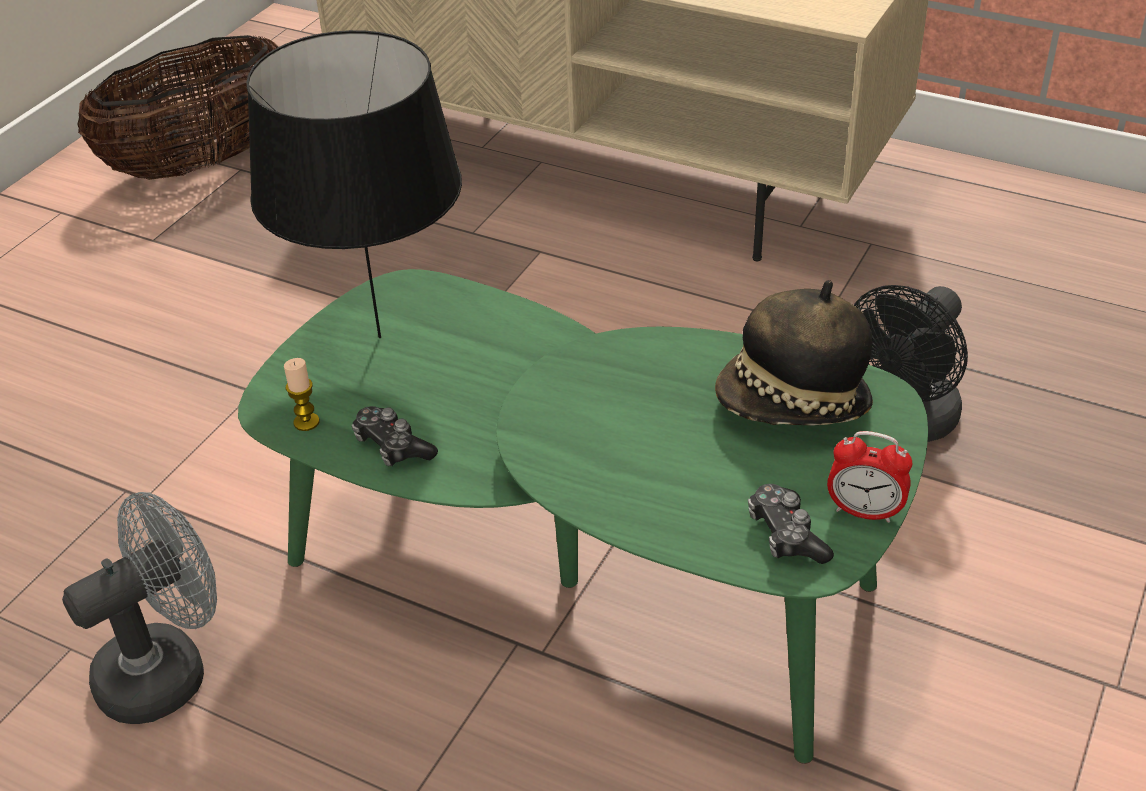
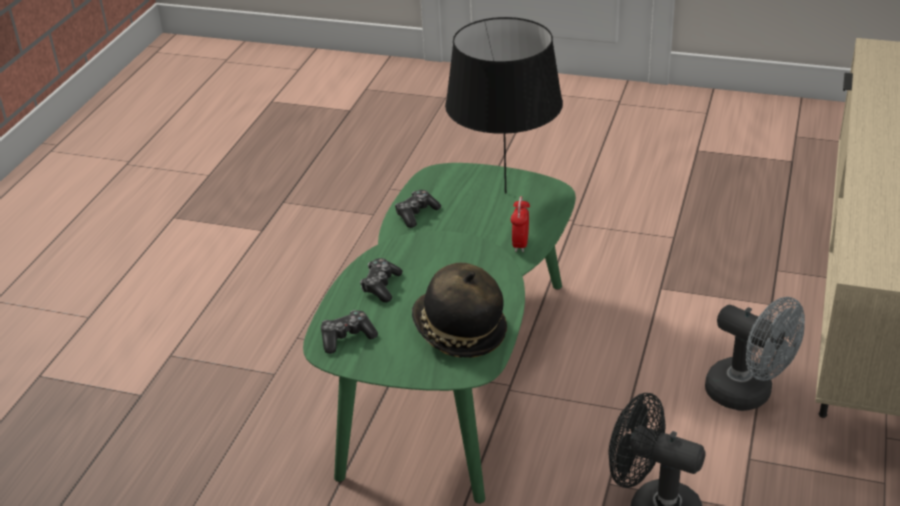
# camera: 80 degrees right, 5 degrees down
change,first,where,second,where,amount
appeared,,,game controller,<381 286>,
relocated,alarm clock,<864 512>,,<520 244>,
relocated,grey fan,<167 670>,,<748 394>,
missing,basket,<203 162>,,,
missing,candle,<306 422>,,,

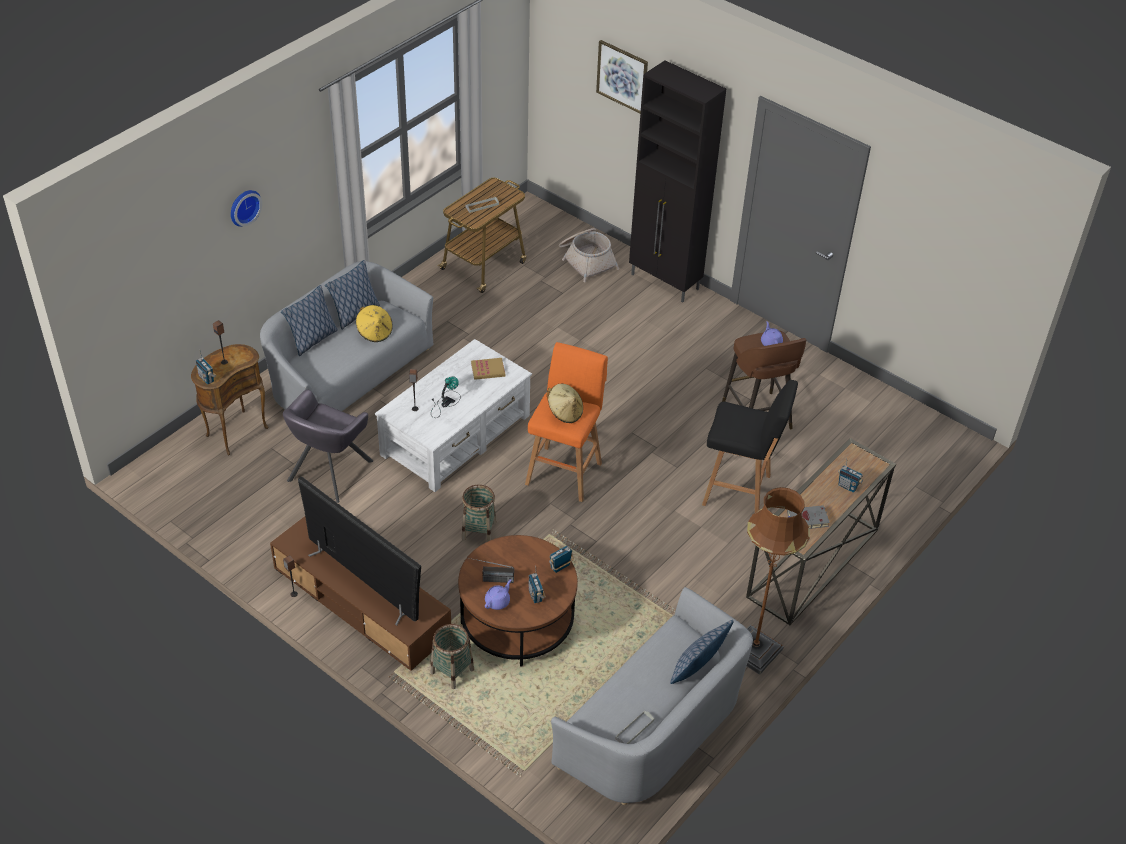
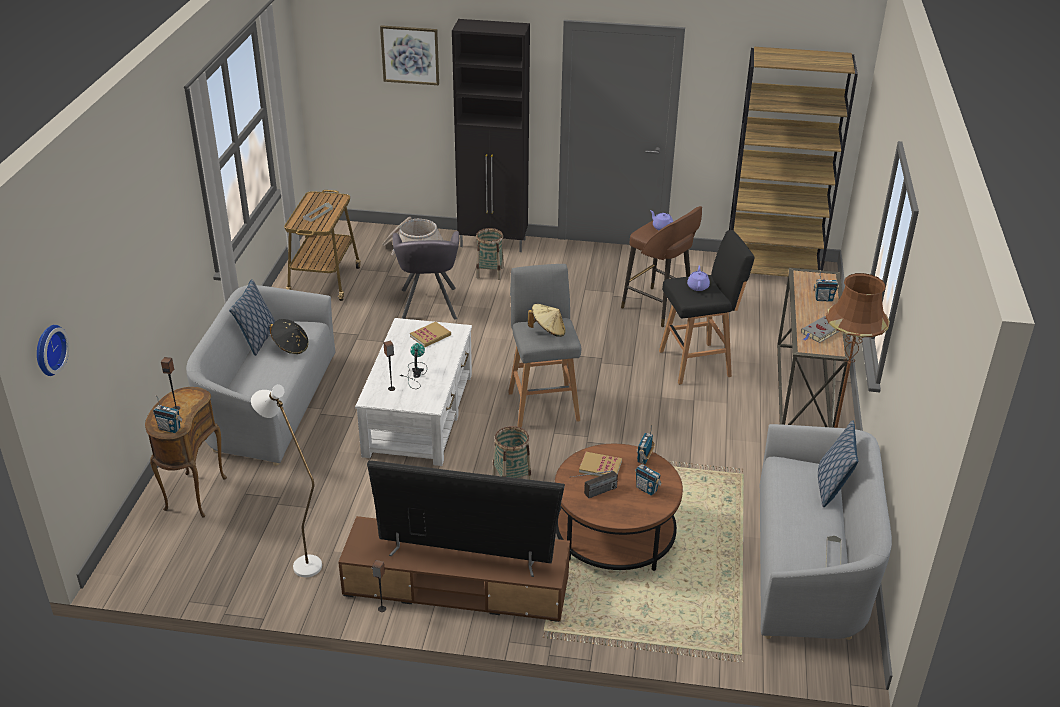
# camera: 30 degrees left, 10 degrees down
change,first,where,second,where,amount
relocated,wall clock,<243 206>,,<48 349>,
appeared,,,white floor lamp,<300 561>,
colour,yellow hat,<374 332>,black hat,<291 347>,
relocated,grey armchair,<329 471>,,<428 304>,
relocated,basket,<452 671>,,<489 272>,
colour,orange stool,<564 471>,grey stool,<543 404>,
appeared,,,book,<600 467>,
relocated,purple teapot,<498 601>,,<698 286>,
appeared,,,brown bookcase,<772 269>,
missing,pillow,<312 340>,,,

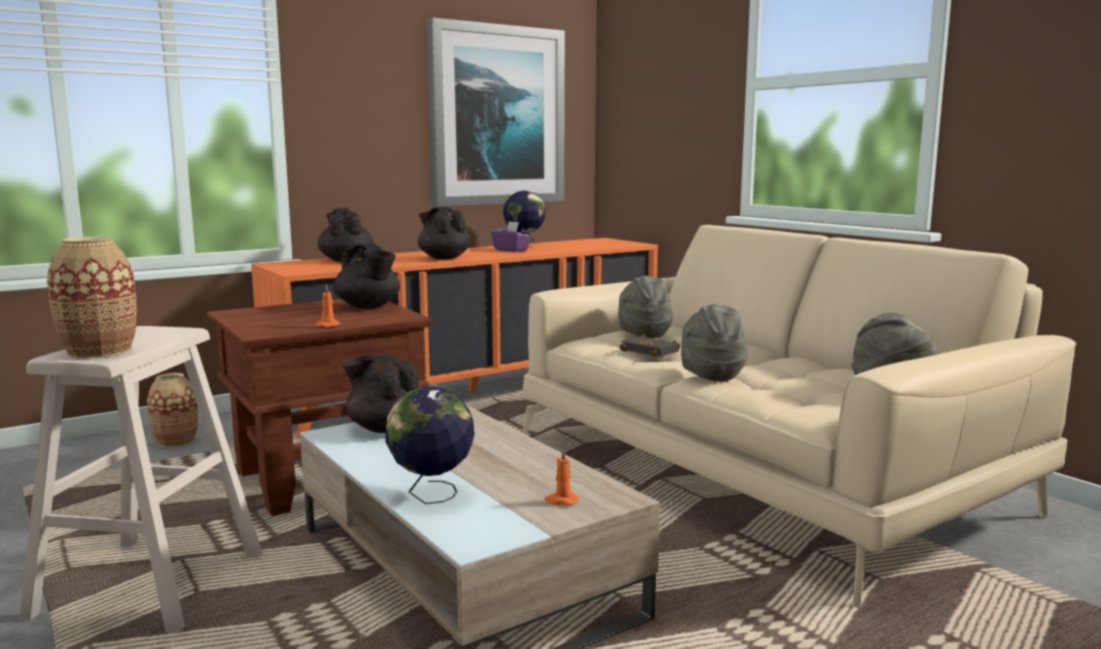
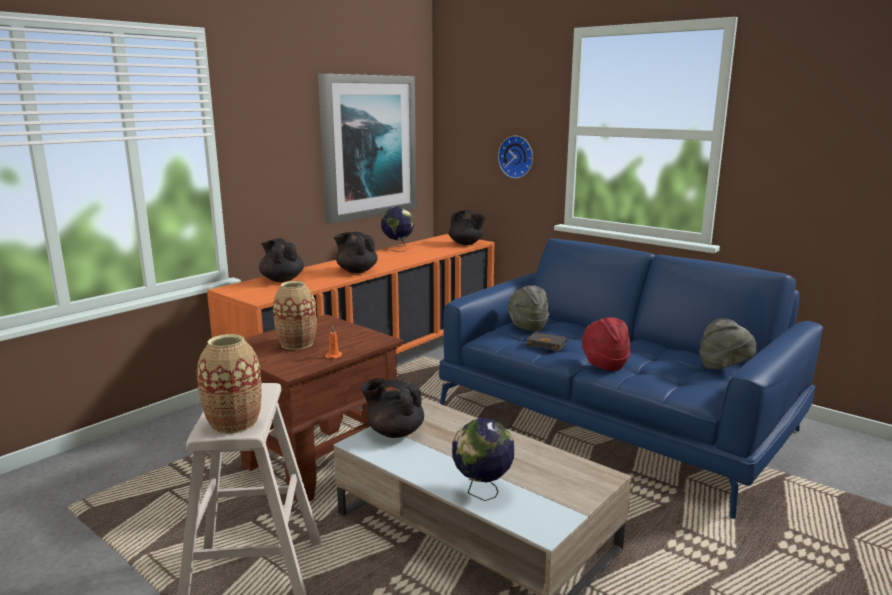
# camera: 15 degrees left, 5 degrees up
change,first,where,second,where,amount
relocated,vase,<176 441>,,<297 344>,
colour,beige sofa,<758 475>,blue sofa,<616 421>,
relocated,black teapot,<368 307>,,<466 244>,
appeared,,,wall clock,<517 156>,
colour,grey hat,<710 374>,red hat,<604 364>,
missing,purple tissue box,<511 250>,,,
missing,orange candle,<561 501>,,,

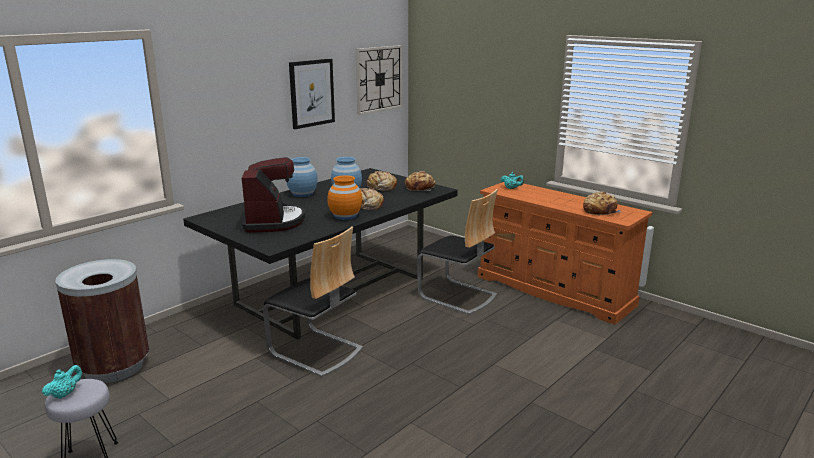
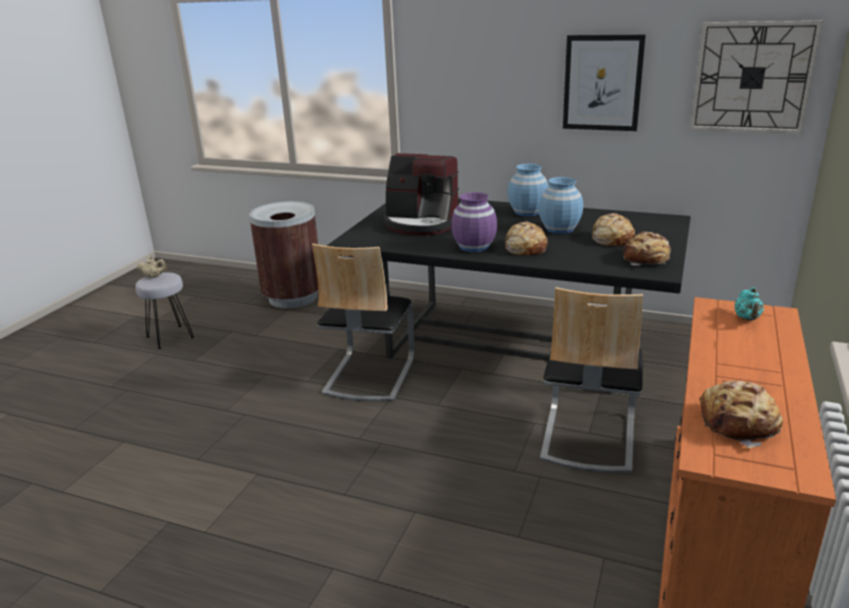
# camera: 70 degrees right, 5 degrees up
change,first,where,second,where,amount
colour,turquoise teapot,<65 394>,beige teapot,<154 277>,
spun,coffee machine,<273 221>,,<421 223>,45 degrees clockwise
colour,orange vase,<345 216>,purple vase,<474 246>,

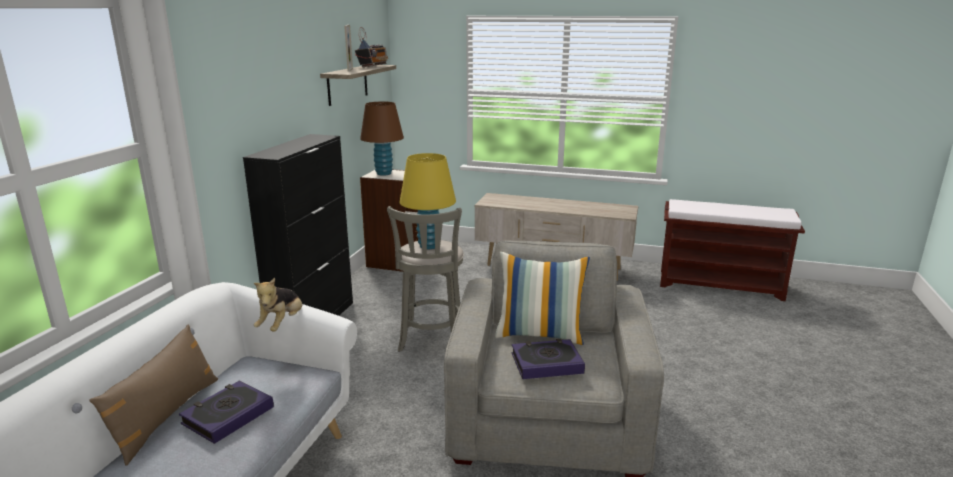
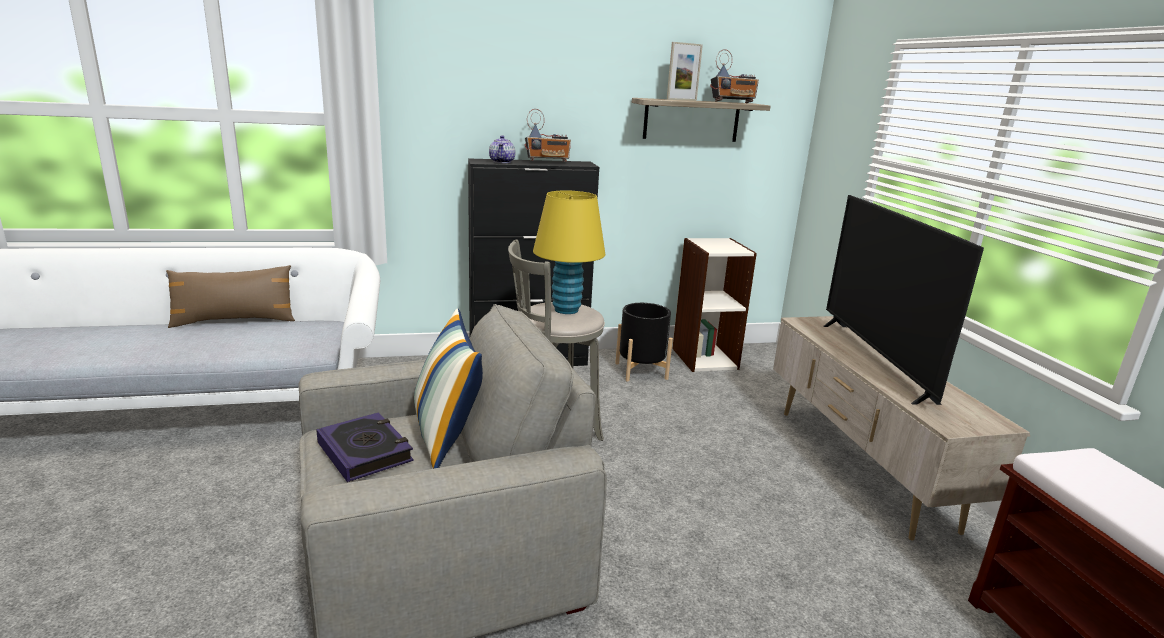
# camera: 60 degrees right, 0 degrees up
change,first,where,second,where,amount
appeared,,,teapot,<502 162>,
appeared,,,radio,<548 162>,
appeared,,,black planter,<641 371>,
appeared,,,television,<874 360>,
missing,book,<228 416>,,,
missing,plush toy,<282 324>,,,
missing,brown table lamp,<384 173>,,,

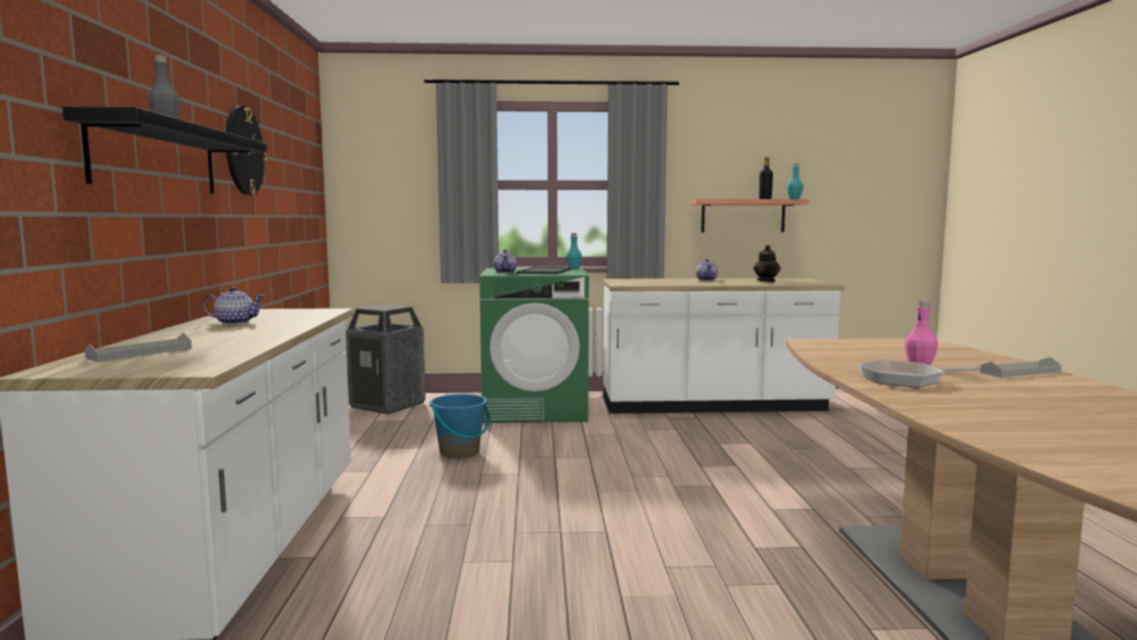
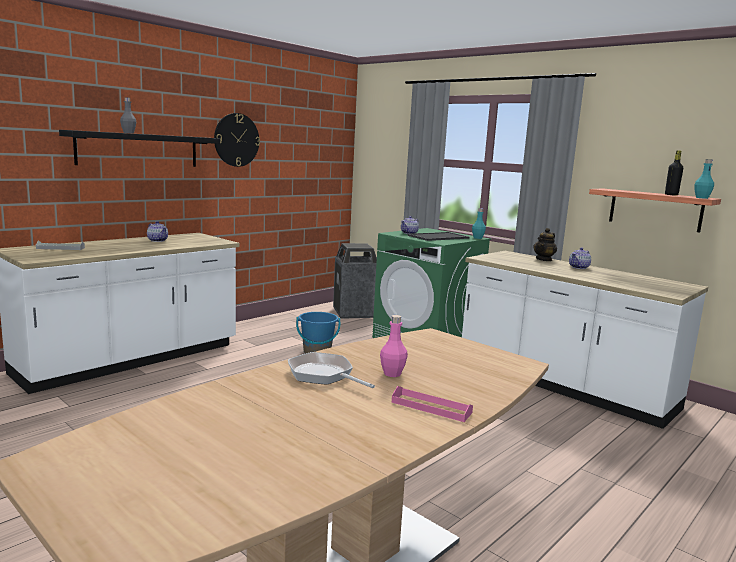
# camera: 45 degrees right, 5 degrees up
change,first,where,second,where,amount
colour,grey tray,<1020 372>,pink tray,<431 407>,
relocated,teapot,<766 281>,,<544 259>,

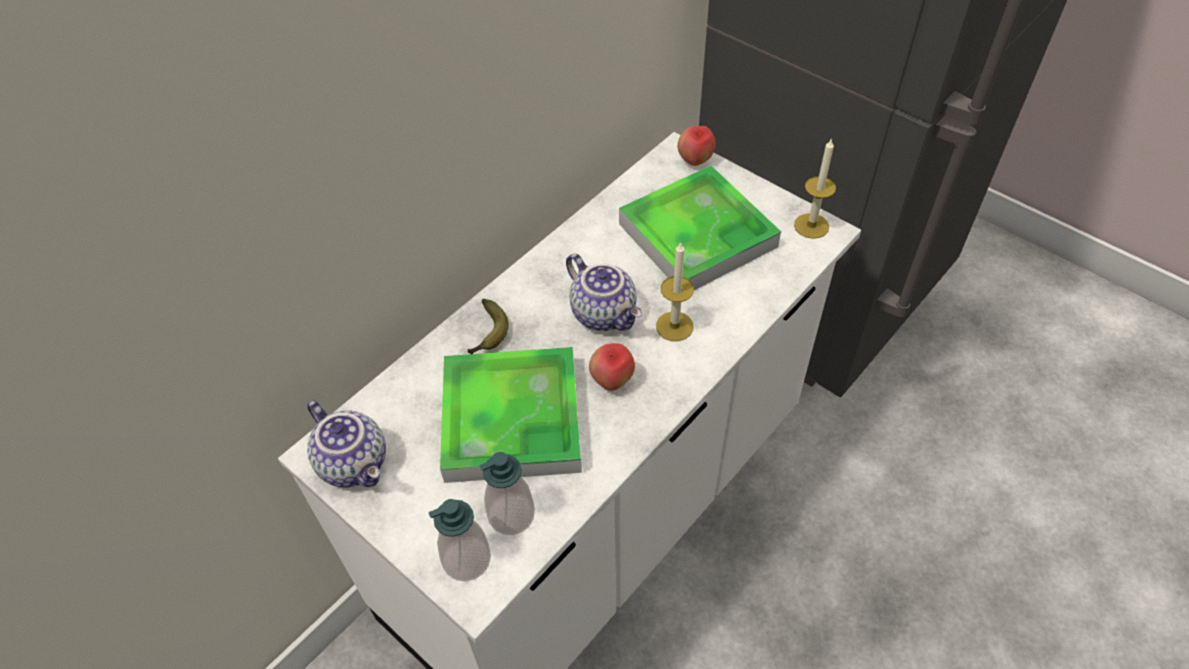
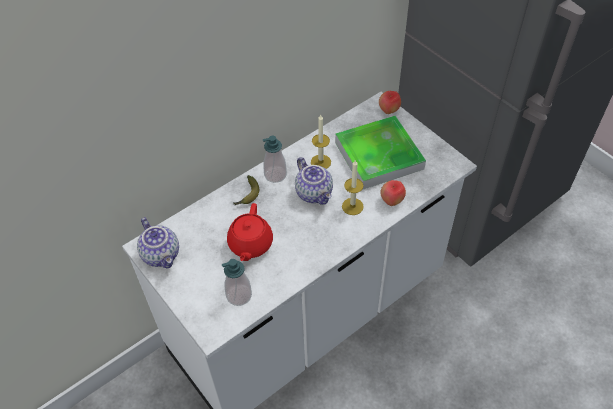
# camera: 10 degrees right, 0 degrees up
change,first,where,second,where,amount
exchanged,tray,<512 419>,red teapot,<250 244>,
relocated,soap dispenser,<467 559>,,<275 175>,
relocated,candle,<811 226>,,<320 162>,
relocated,apple,<612 381>,,<392 201>,

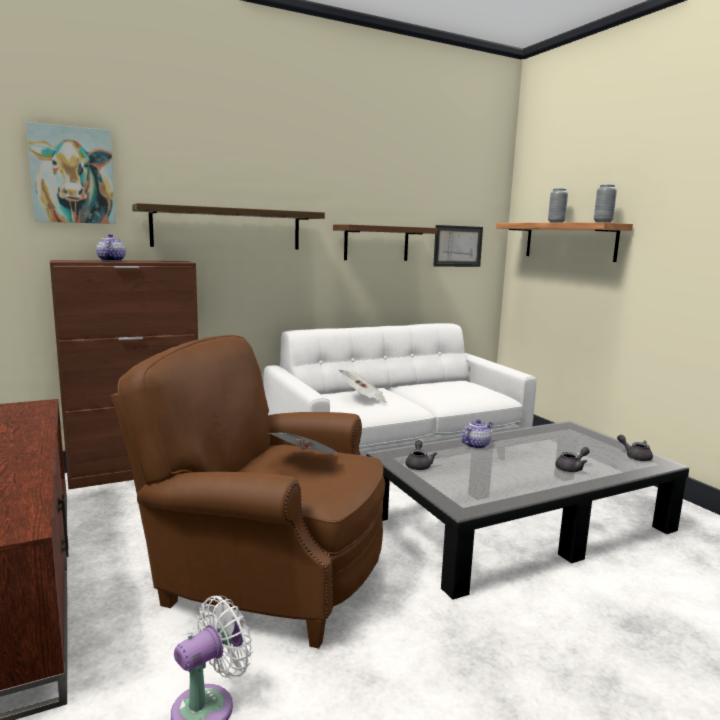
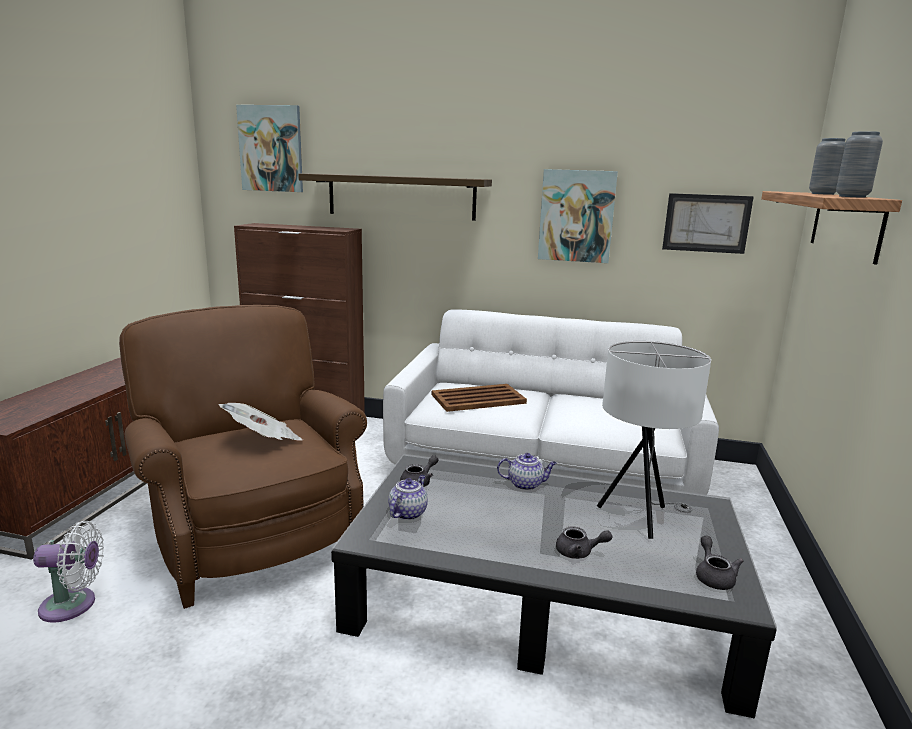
# camera: 40 degrees right, 5 degrees up
change,first,where,second,where,amount
relocated,teapot,<111 260>,,<408 513>,
exchanged,newspaper,<363 399>,brown tray,<479 399>,
exchanged,shelf,<376 243>,picture,<576 216>,
appeared,,,white table lamp,<640 517>,

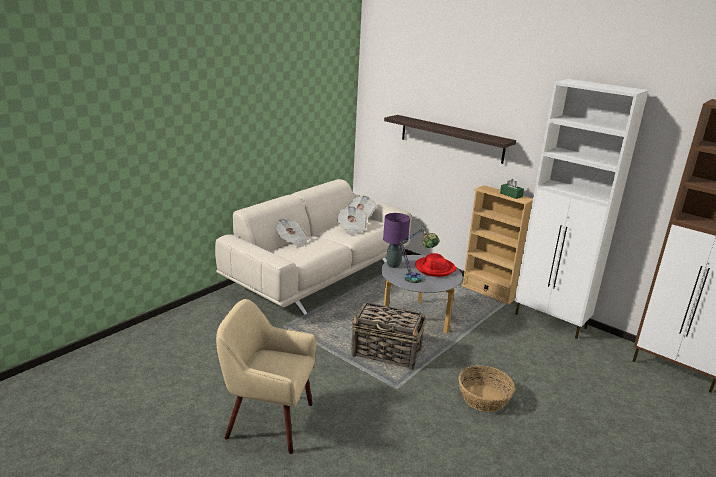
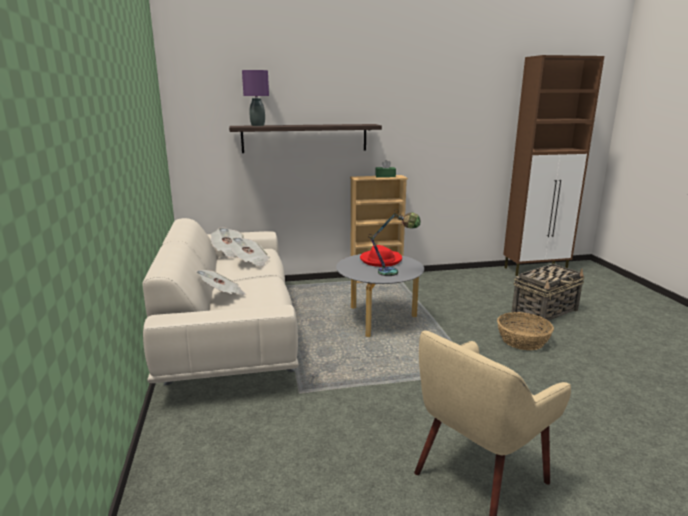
# camera: 50 degrees left, 5 degrees down
change,first,where,second,where,amount
relocated,purple table lamp,<393 265>,,<257 125>,
relocated,basket,<387 353>,,<545 311>,
missing,white cabinet,<551 321>,,,

